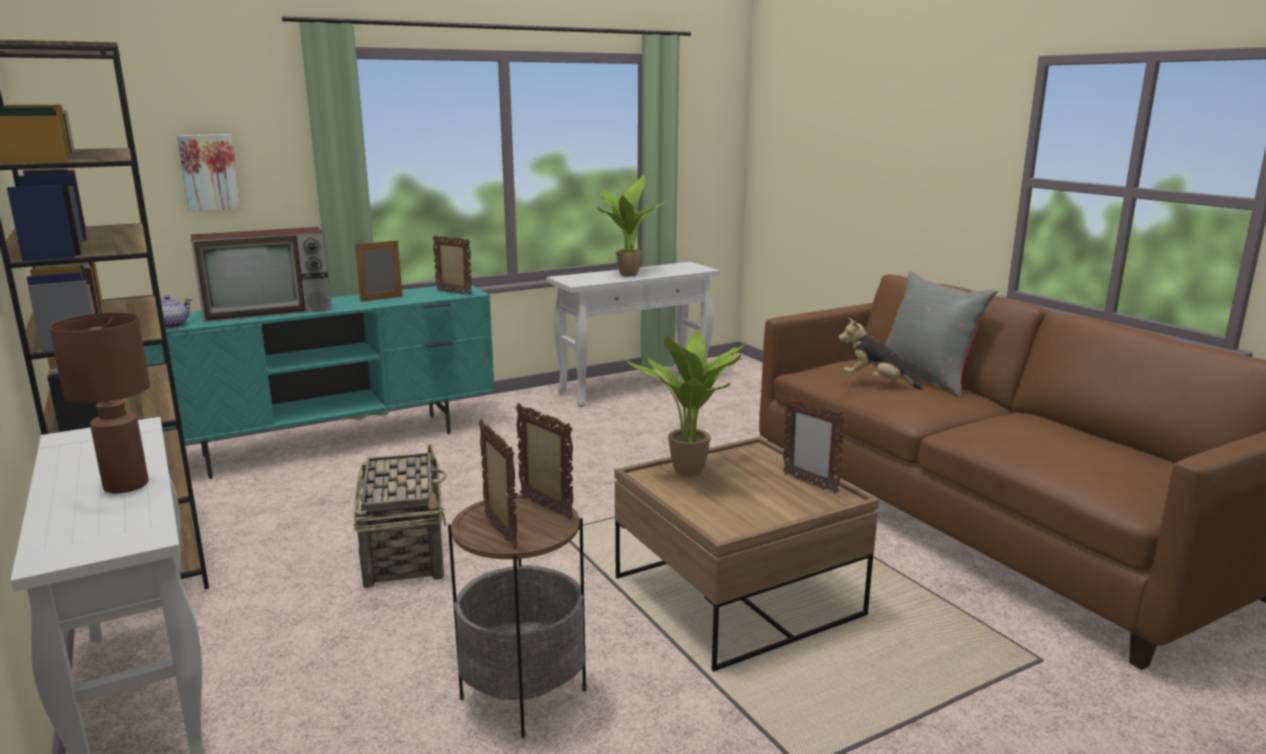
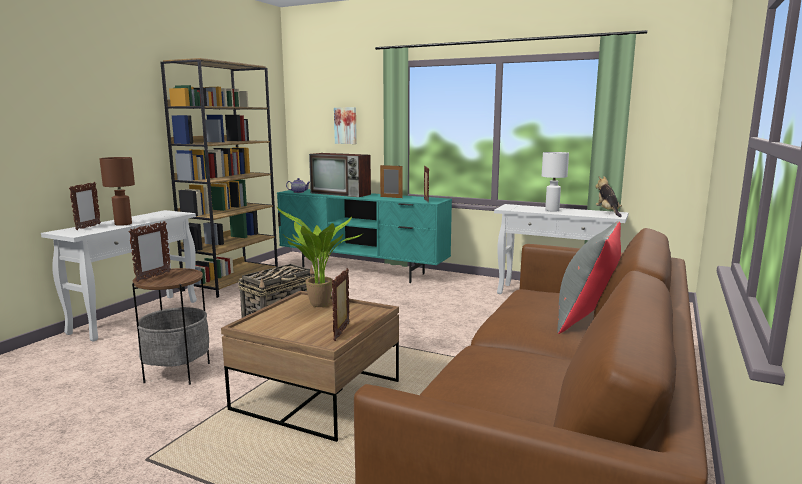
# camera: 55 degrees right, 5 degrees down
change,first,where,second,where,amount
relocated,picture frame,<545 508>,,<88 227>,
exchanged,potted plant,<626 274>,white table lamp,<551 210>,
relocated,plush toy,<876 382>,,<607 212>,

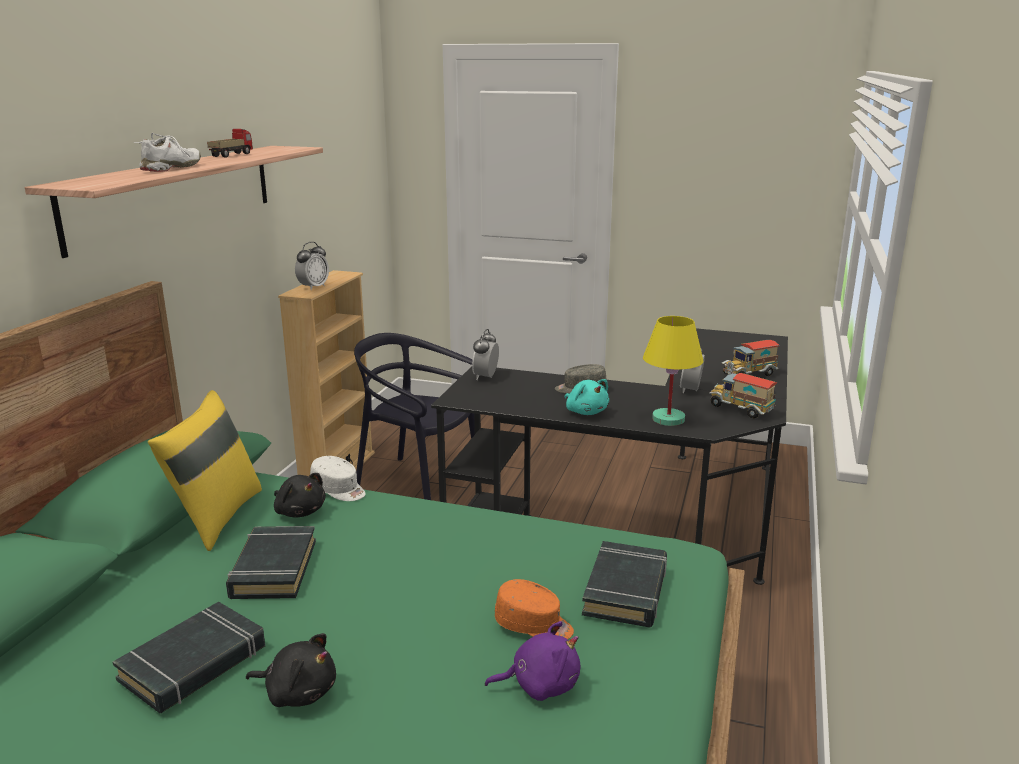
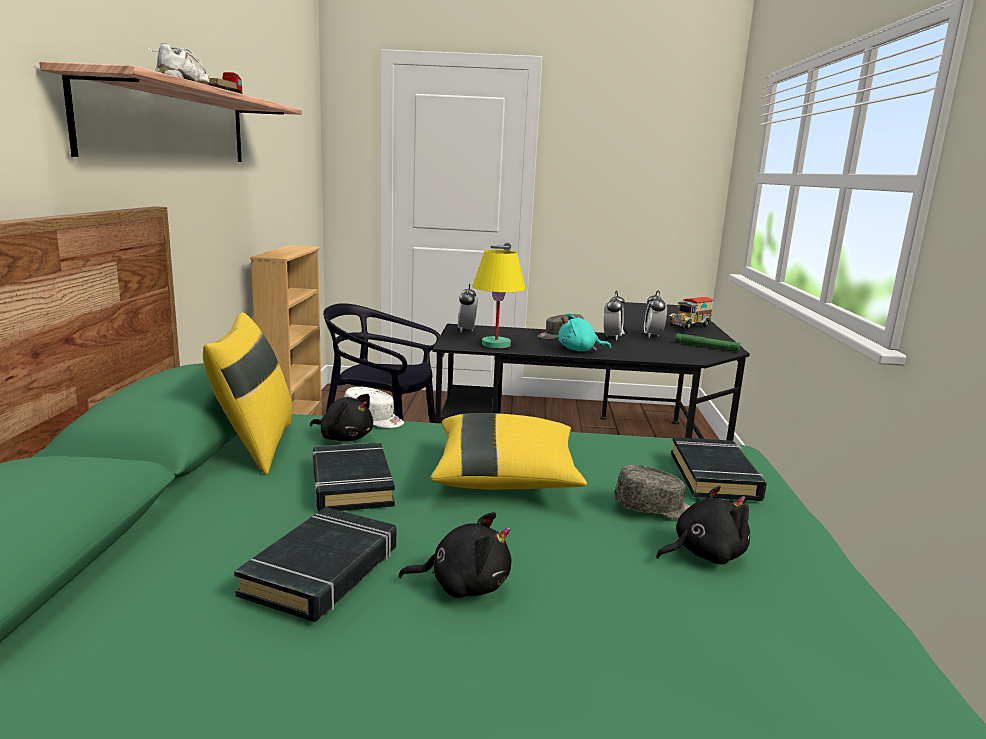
# camera: 15 degrees left, 5 degrees down
change,first,where,second,where,amount
appeared,,,yellow pillow,<505 478>,
relocated,yellow table lamp,<667 419>,,<495 344>,
spun,turquoise plush toy,<586 412>,,<579 350>,135 degrees clockwise
relocated,alarm clock,<313 287>,,<612 337>,
colour,orange cap,<534 625>,grey cap,<655 509>,
colour,purple plush toy,<540 685>,black plush toy,<704 554>,
exchanged,toy truck,<741 410>,green flashlight,<706 347>,

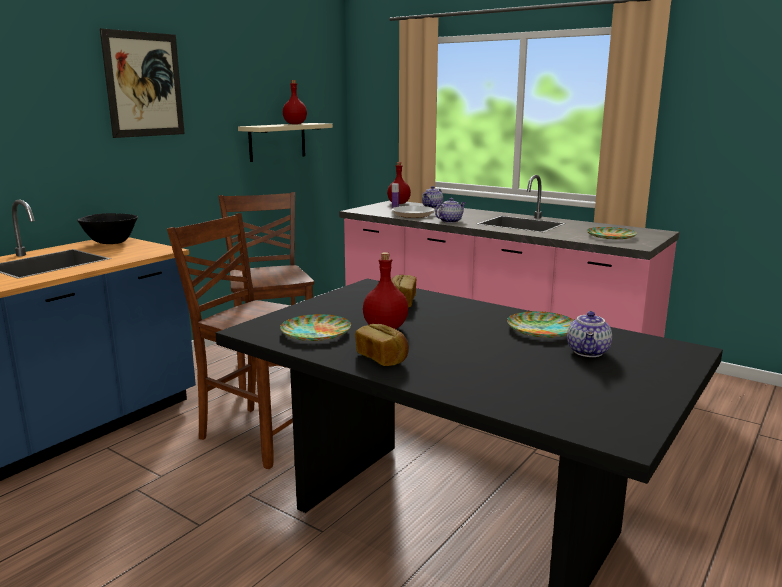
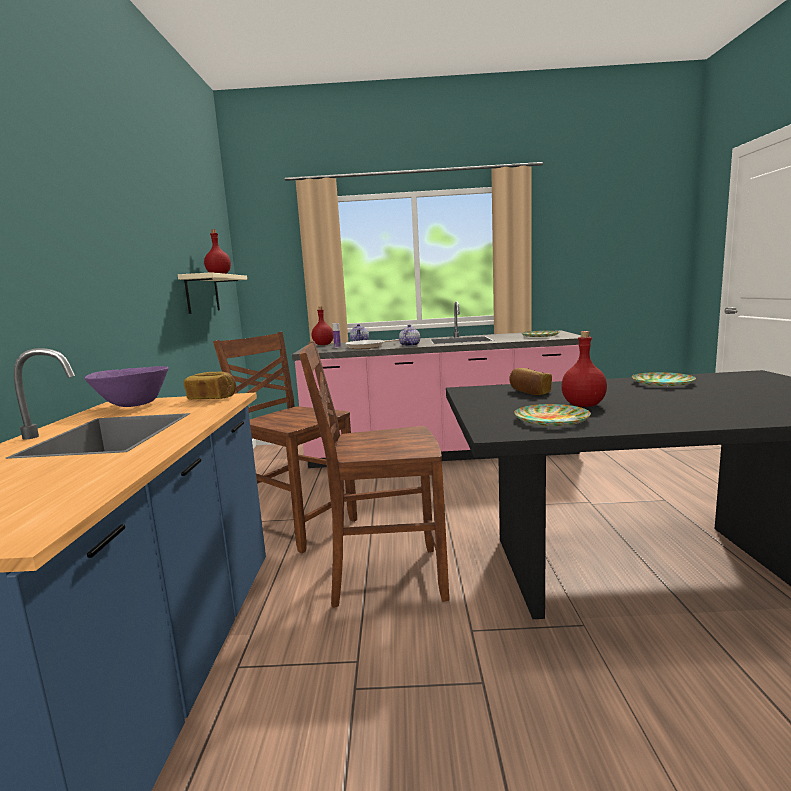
# camera: 35 degrees left, 5 degrees down
change,first,where,second,where,amount
colour,black bowl,<110 243>,purple bowl,<133 405>,
relocated,bread,<382 358>,,<212 398>,
missing,picture,<144 84>,,,
missing,teapot,<589 352>,,,

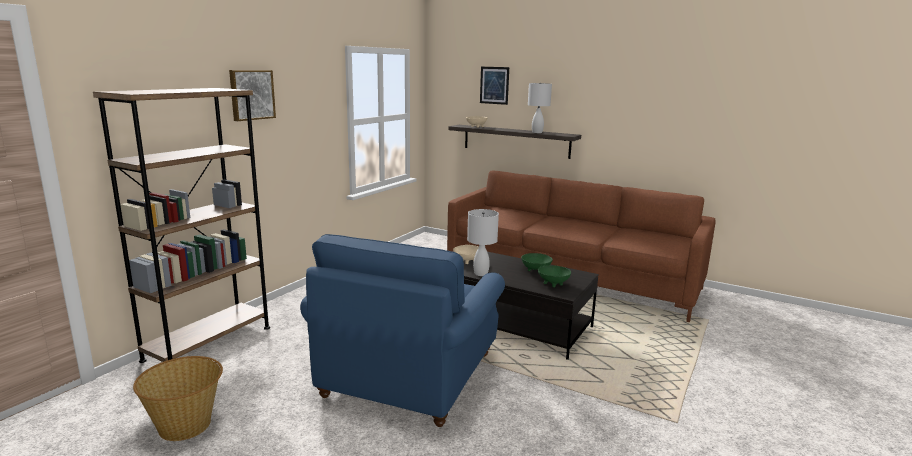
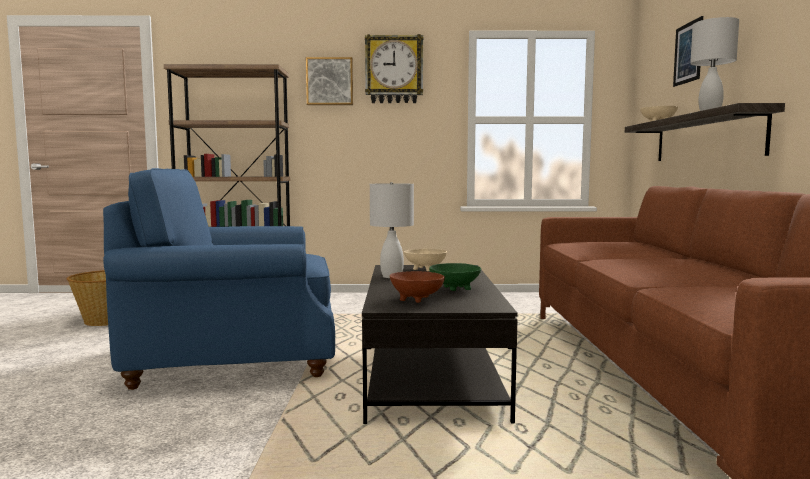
# camera: 60 degrees right, 10 degrees down
change,first,where,second,where,amount
appeared,,,wall clock,<394 69>,
colour,green bowl,<554 283>,brown bowl,<417 299>,

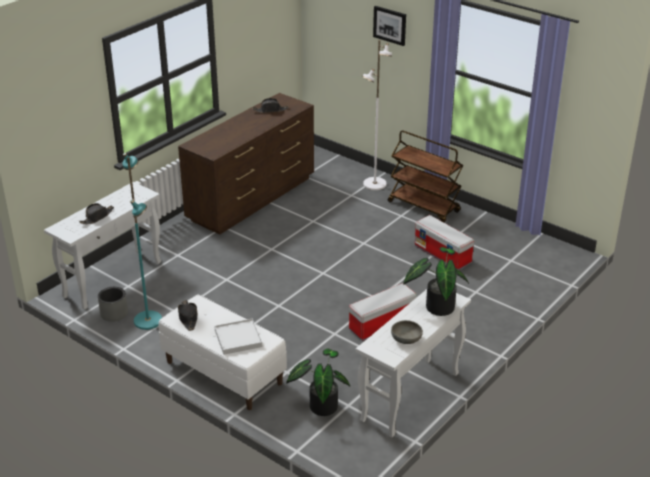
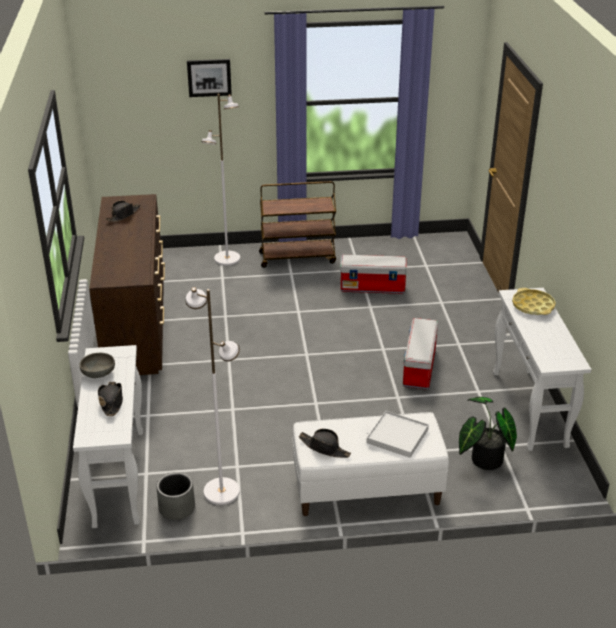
# camera: 45 degrees left, 0 degrees up
change,first,where,second,where,amount
relocated,grey bowl,<406 339>,,<98 373>,
colour,turquoise floor lamp,<148 320>,white floor lamp,<222 491>,
exchanged,potted plant,<436 306>,yellow tray,<533 306>,

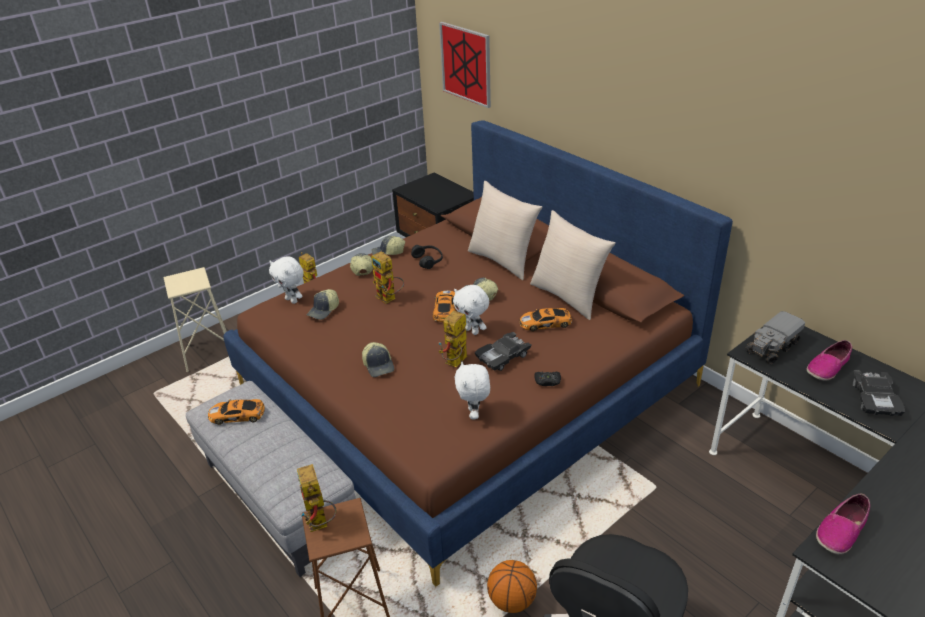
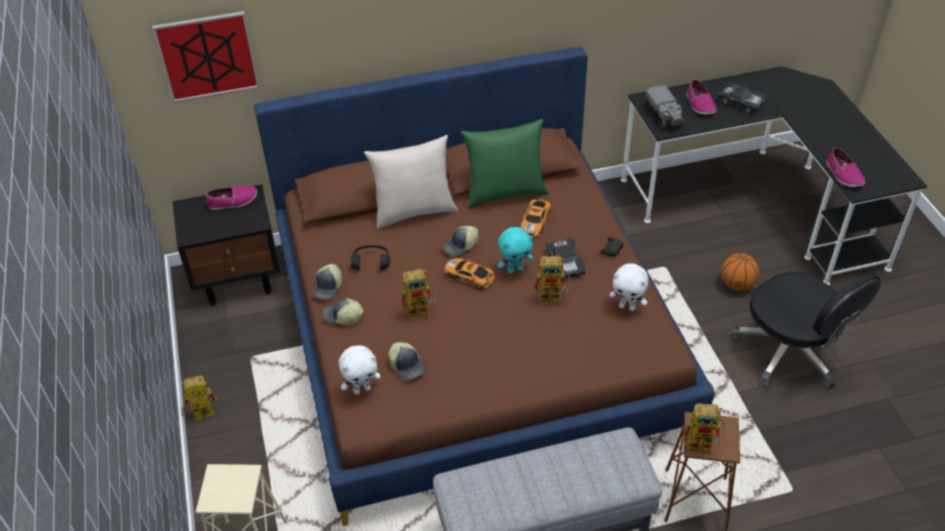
# camera: 65 degrees left, 10 degrees up
change,first,where,second,where,amount
appeared,,,shoe,<233 201>,
colour,beige pillow,<568 296>,green pillow,<505 193>,
colour,white plush toy,<472 331>,turquoise plush toy,<515 269>,
spun,toy robot,<455 363>,,<554 296>,60 degrees counterclockwise
relocated,basketball,<512 601>,,<737 284>,
missing,toy car,<238 415>,,,
missing,cap,<379 365>,,,

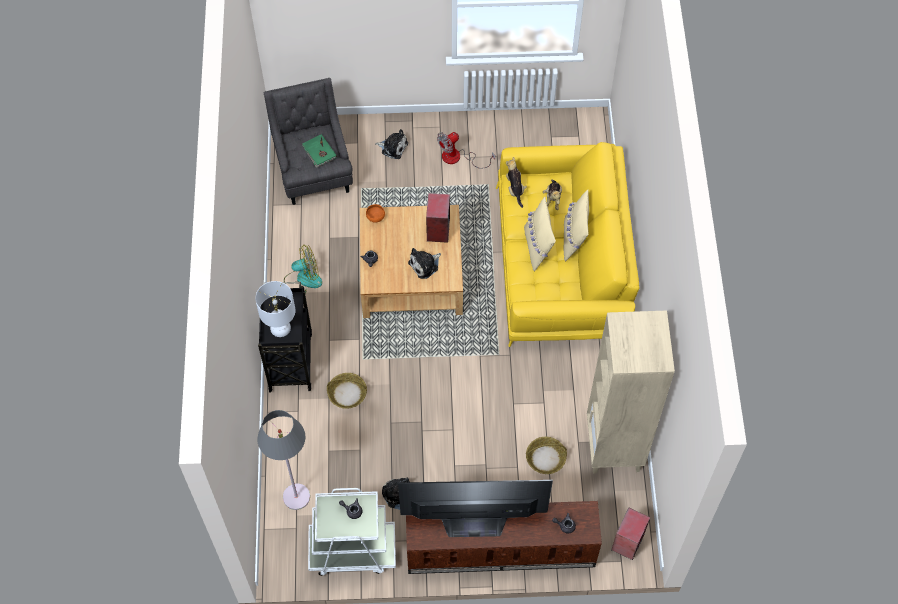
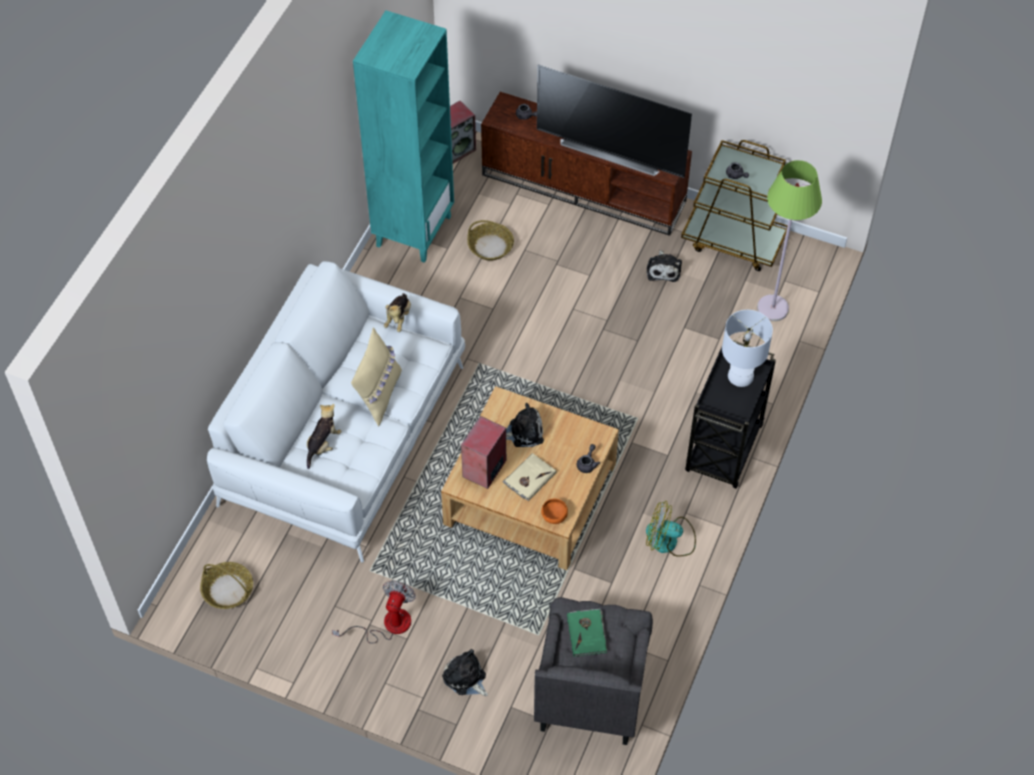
# camera: 155 degrees left, 5 degrees down
change,first,where,second,where,amount
relocated,basket,<347 393>,,<227 590>,
colour,yellow sofa,<561 264>,white sofa,<345 433>,
spun,fan,<458 158>,,<387 625>,60 degrees counterclockwise
colour,beige bookcase,<614 447>,turquoise bookcase,<413 230>,
relocated,plush toy,<515 189>,,<398 318>,
appeared,,,beige book,<529 478>,
colour,white cart,<352 550>,brown cart,<734 240>,
colour,grey floor lamp,<296 497>,green floor lamp,<773 308>,
missing,beige pillow,<574 239>,,,

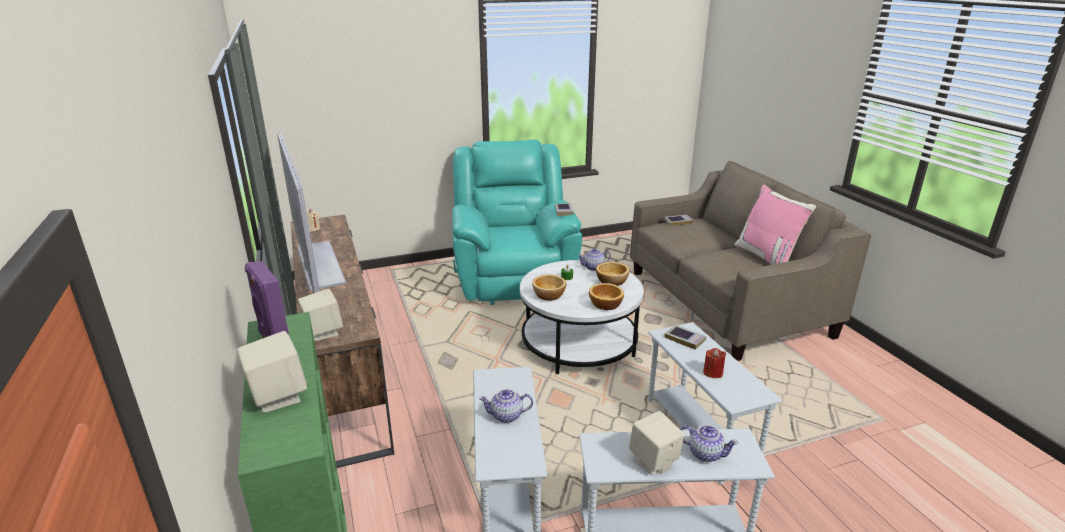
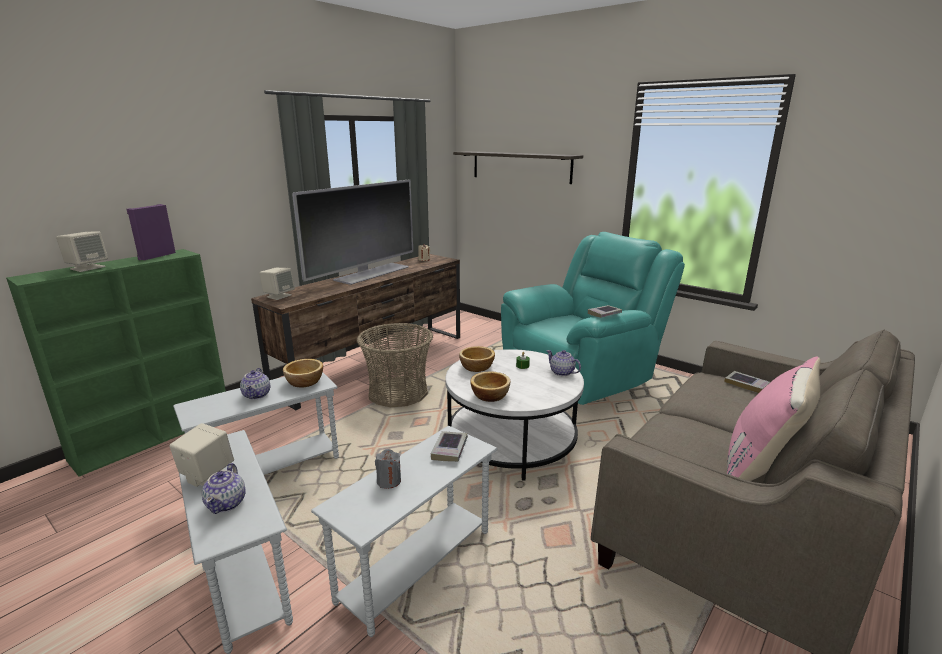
# camera: 60 degrees right, 5 degrees down
change,first,where,second,where,amount
spun,teapot,<507 416>,,<257 395>,150 degrees counterclockwise
relocated,bowl,<612 281>,,<305 382>,
appeared,,,basket,<398 393>,
colour,red candle,<713 373>,grey candle,<389 481>,
appeared,,,shelf,<520 166>,

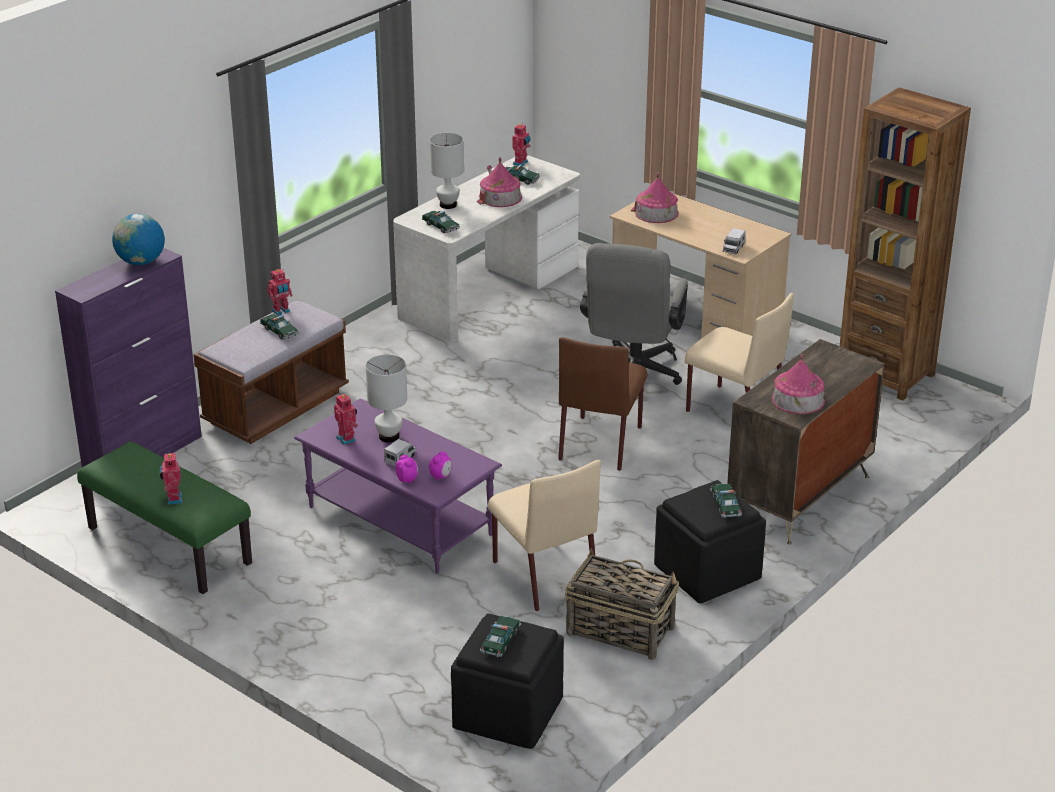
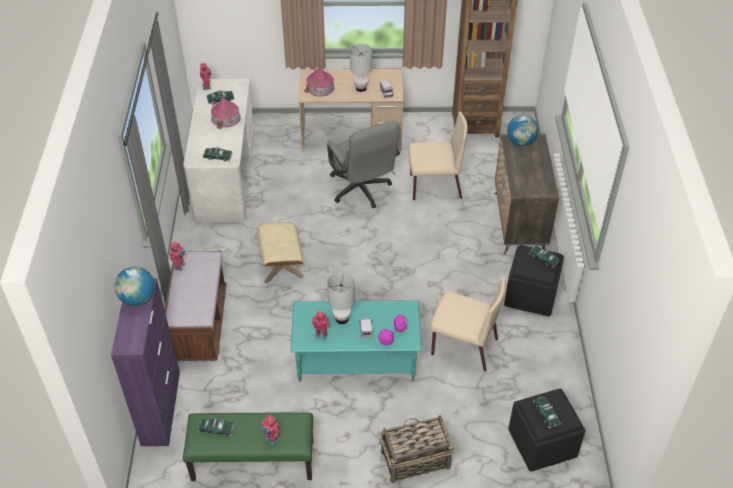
# camera: 40 degrees left, 15 degrees up
change,first,where,second,where,amount
relocated,toy car,<279 331>,,<216 429>,
appeared,,,beige ottoman,<281 266>,
colour,purple coffee table,<398 521>,turquoise coffee table,<356 360>,
relocated,white table lamp,<448 205>,,<361 88>,
relocated,basket,<619 630>,,<414 460>,
appeared,,,globe,<520 142>,
missing,brown chair,<600 442>,,,
missing,toy house,<798 399>,,,

